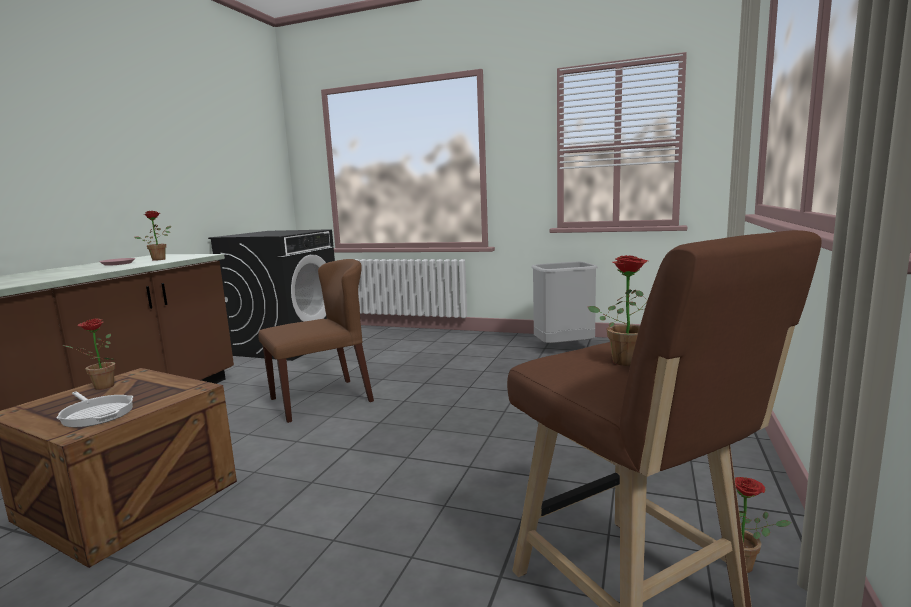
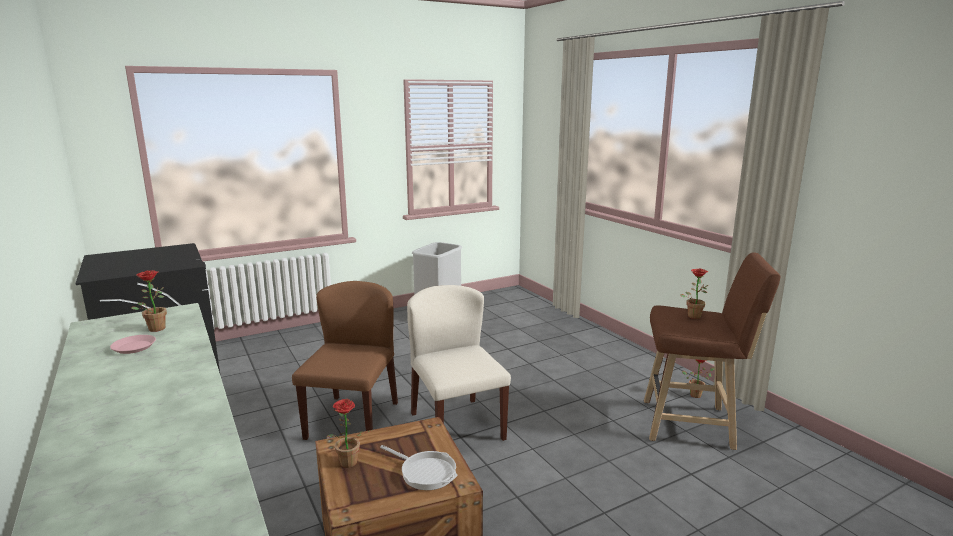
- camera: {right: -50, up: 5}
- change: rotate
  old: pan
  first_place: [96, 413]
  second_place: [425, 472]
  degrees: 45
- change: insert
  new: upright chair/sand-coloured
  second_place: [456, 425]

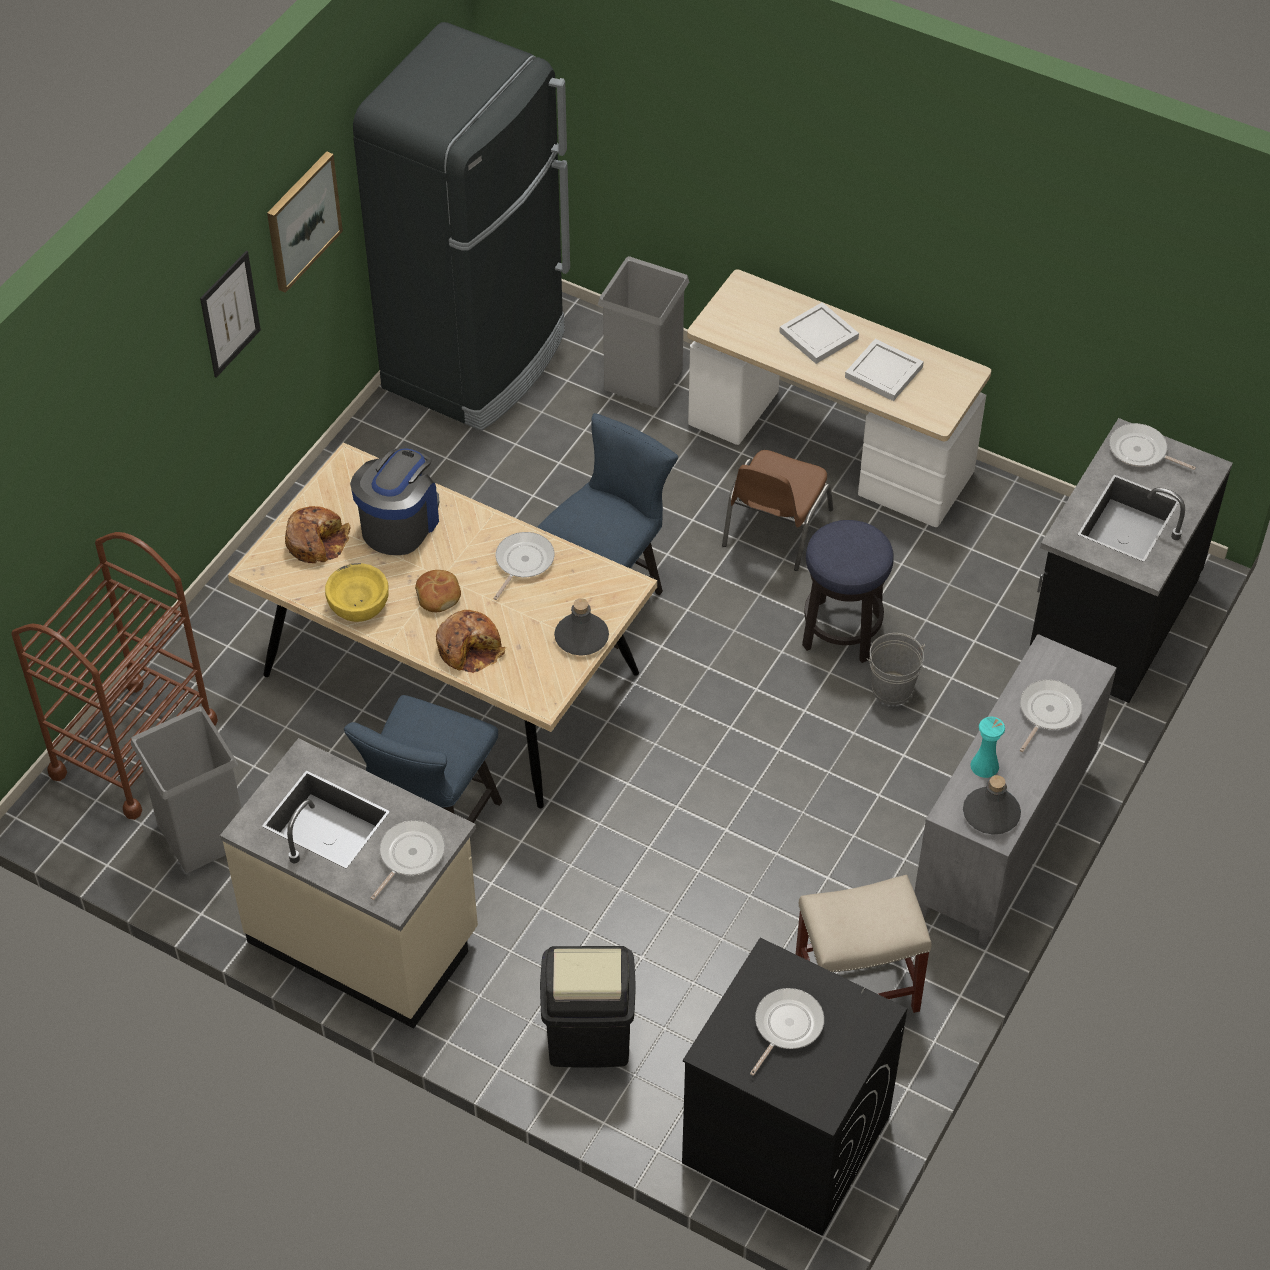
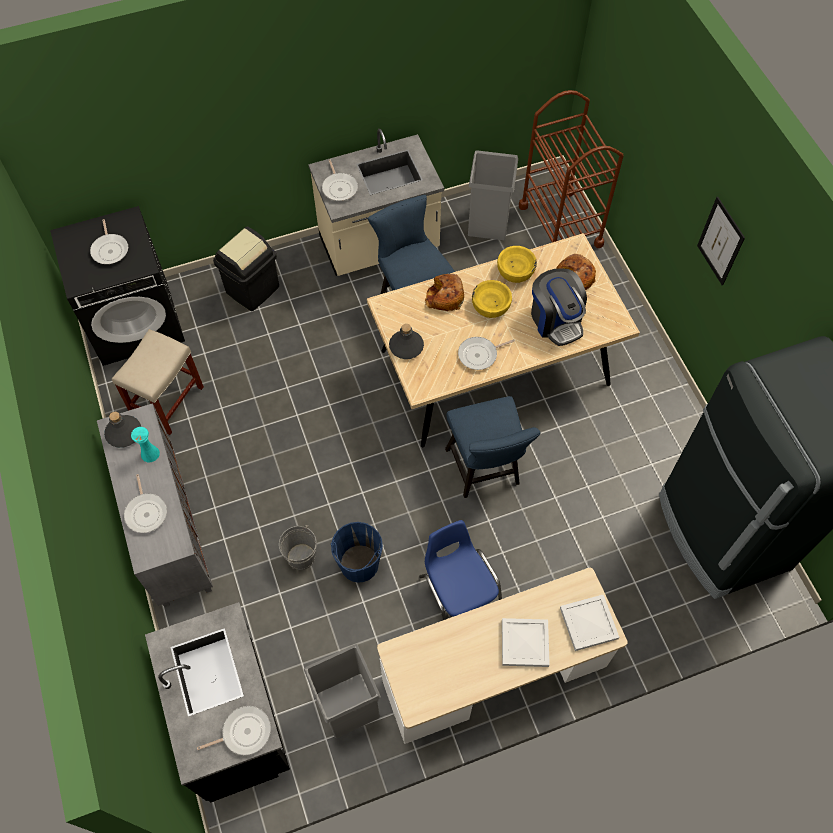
- camera: {right: 130, up: 10}
- change: delete
  old: wall picture
  first_place: [302, 221]
- change: replace
  old: bakery bread
  new: deep dish/yellow-coloured
  first_place: [438, 595]
  second_place: [490, 306]
- change: rotate
  old: pan
  first_place: [522, 562]
  second_place: [480, 355]
  degrees: 90
- change: move
  old: trash can/grey
  first_place: [643, 379]
  second_place: [347, 705]
- change: recolor
  old: upright chair/brownish
  new: upright chair/bluish
  first_place: [775, 529]
  second_place: [459, 590]
- change: replace
  old: stool seat
  new: pail/bluish
  first_place: [842, 631]
  second_place: [359, 564]
- change: move
  old: serving tray/white
  first_place: [884, 373]
  second_place: [587, 622]

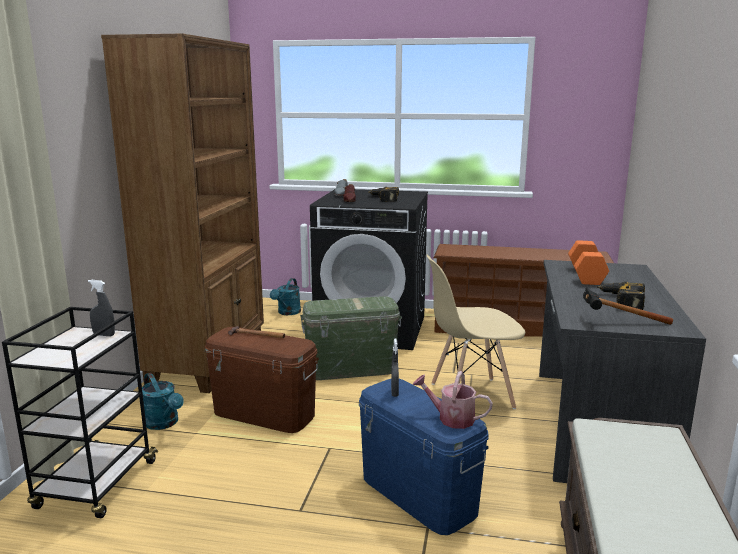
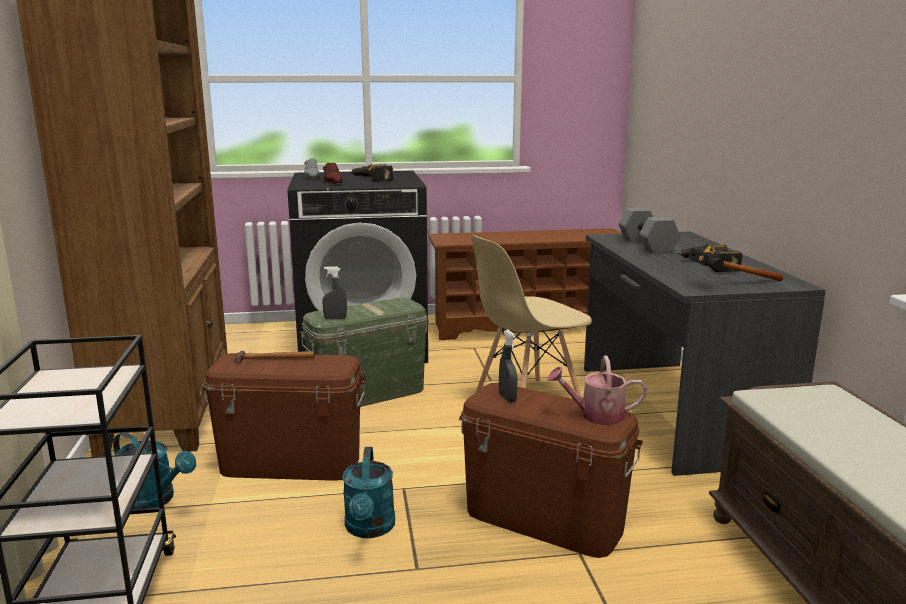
- camera: {right: -20, up: 0}
- change: move
  old: sprayer/grey
  first_place: [104, 335]
  second_place: [335, 318]
- change: move
  old: watering can/turquoise
  first_place: [287, 313]
  second_place: [369, 529]
- change: recolor
  old: storage container/bluish
  new: storage container/brownish
  first_place: [417, 494]
  second_place: [543, 519]
- change: recolor
  old: free weight/orange-coloured
  new: free weight/grey
  first_place: [585, 275]
  second_place: [645, 245]

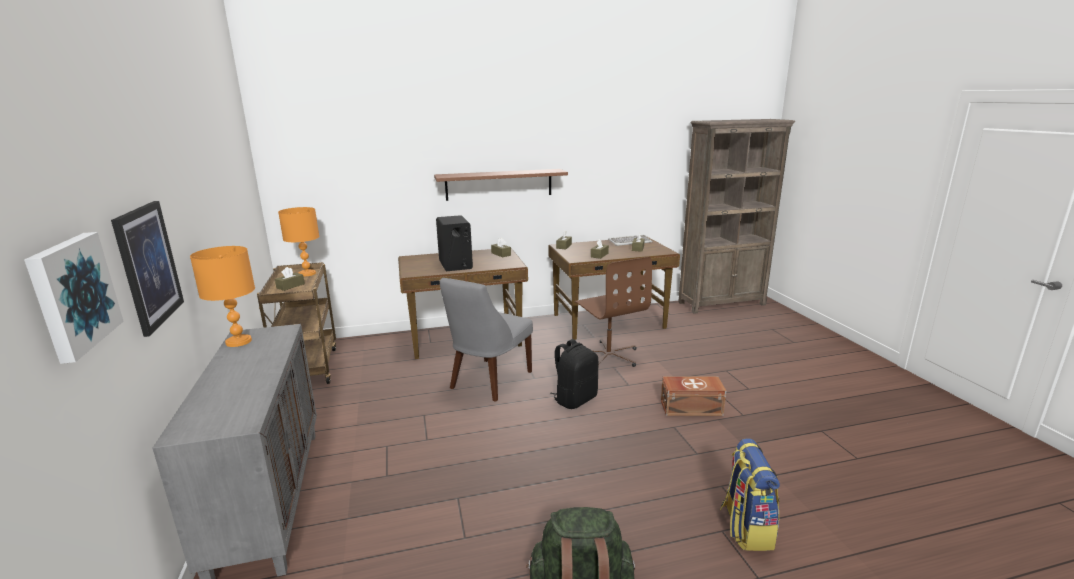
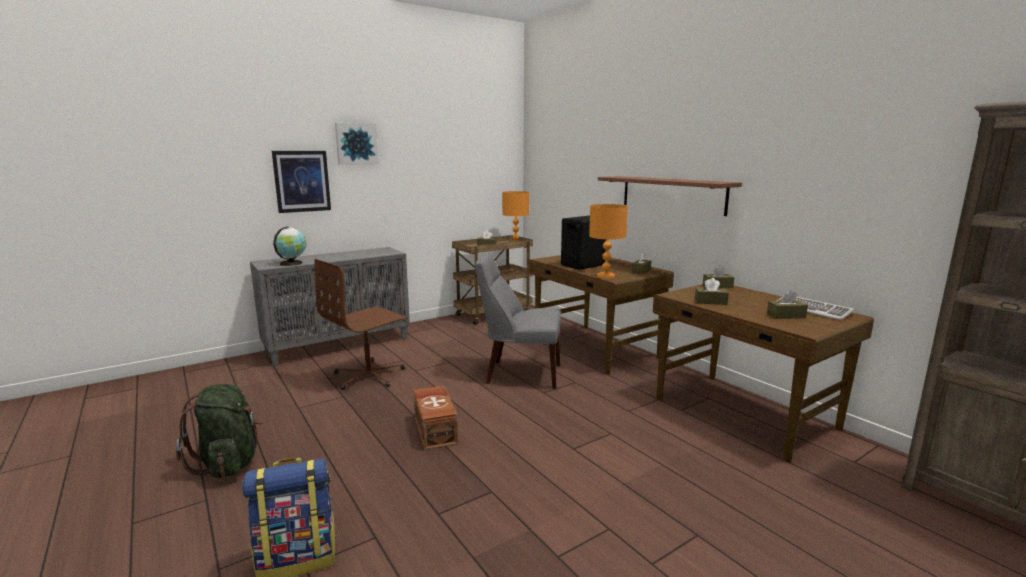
- camera: {right: 70, up: -5}
- change: move
  old: wall picture
  first_place: [72, 294]
  second_place: [356, 144]
- change: move
  old: tabletop lamp/orange-coloured
  first_place: [238, 342]
  second_place: [605, 276]
- change: delete
  old: backpack/blackish
  first_place: [575, 399]
- change: move
  old: computer chair/brownish
  first_place: [608, 355]
  second_place: [369, 376]
- change: move
  old: storage container/brownish
  first_place: [690, 407]
  second_place: [436, 429]
- change: insert
  new: globe
  second_place: [292, 263]

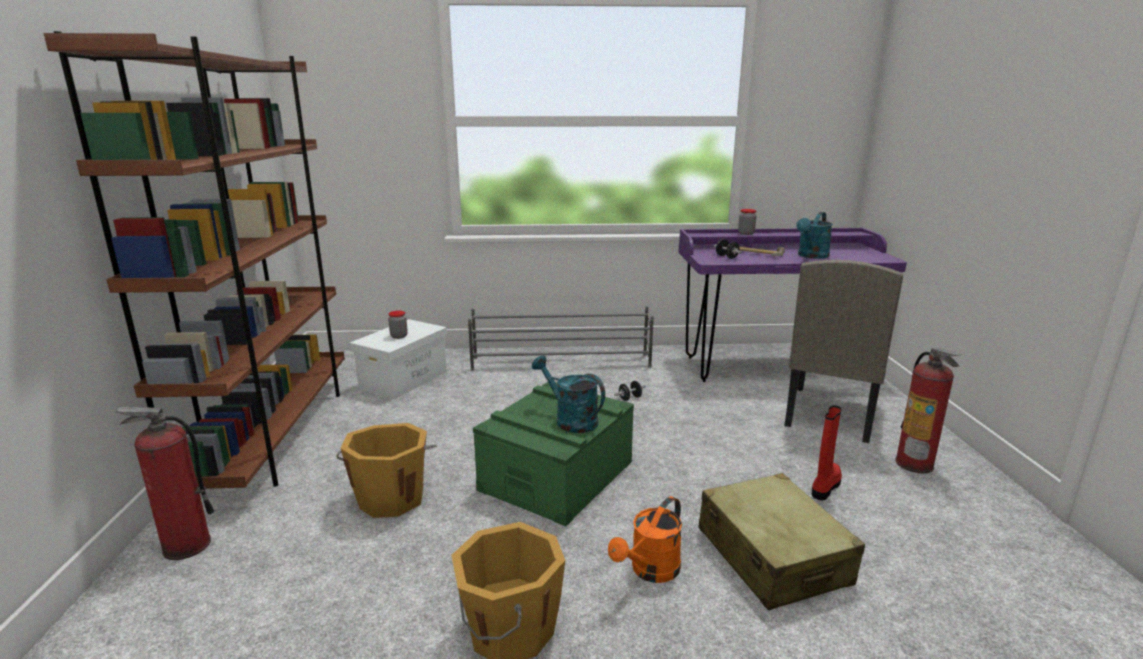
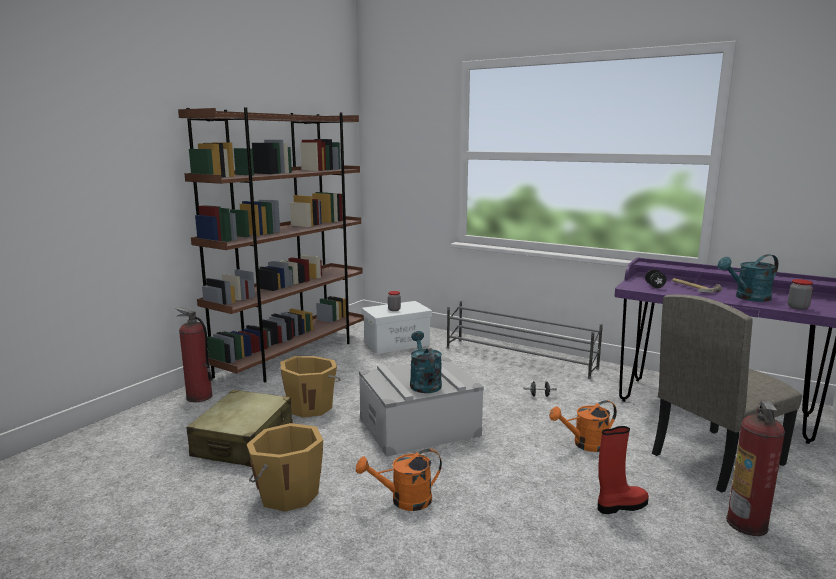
- camera: {right: 35, up: -5}
- change: recolor
  old: storage container/green-coloured
  new: storage container/grey
  first_place: [557, 476]
  second_place: [419, 427]
- change: move
  old: suitcase/sand-coloured
  first_place: [772, 556]
  second_place: [244, 441]
- change: move
  old: preserve jar
  first_place: [746, 233]
  second_place: [798, 307]
- change: insert
  new: watering can/orange-coloured
  second_place: [585, 445]

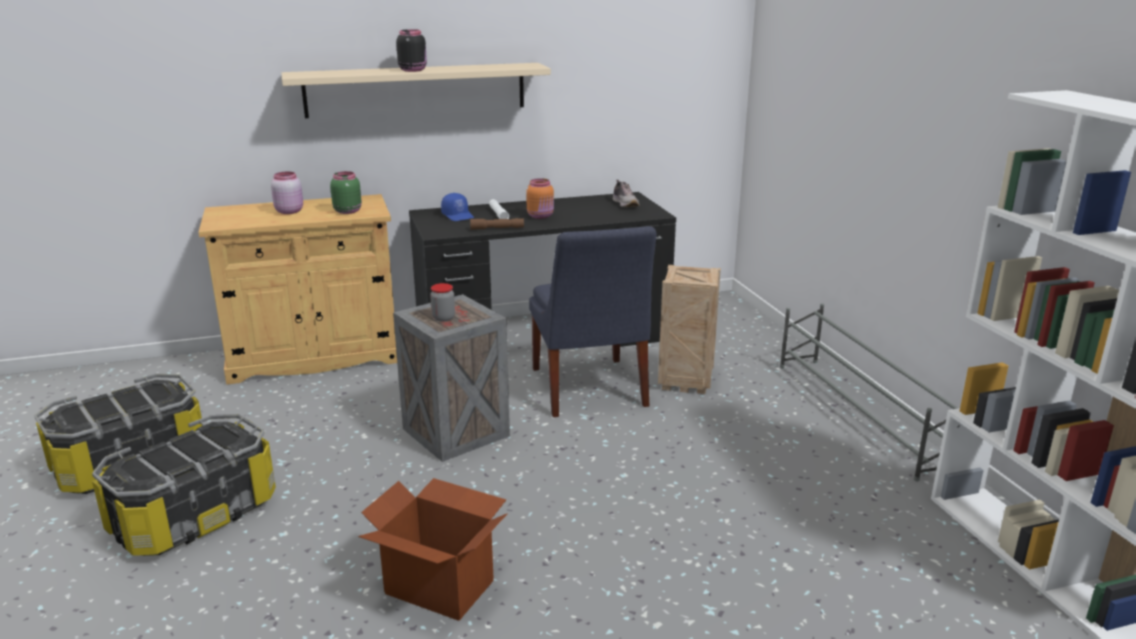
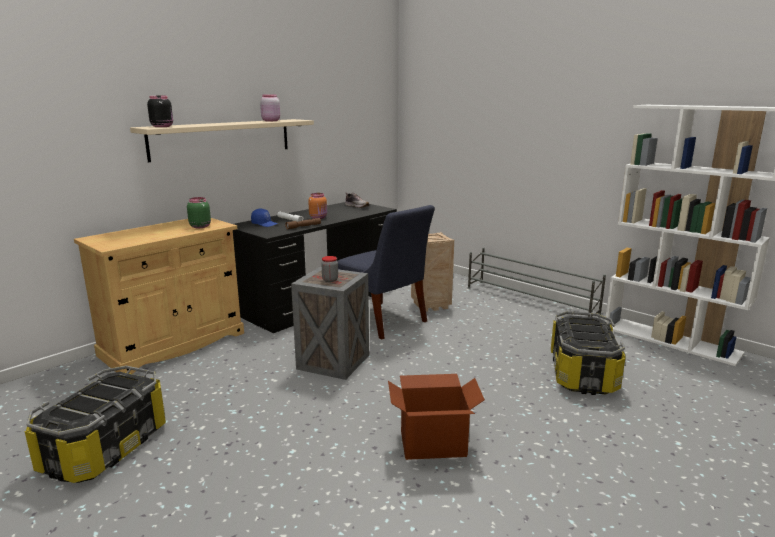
- camera: {right: -30, up: -5}
- change: move
  old: storage container
  first_place: [194, 516]
  second_place: [581, 373]
- change: move
  old: preserve jar/pink-coloured
  first_place: [289, 211]
  second_place: [270, 121]
- change: move
  old: preserve jar/blackish
  first_place: [413, 70]
  second_place: [162, 126]

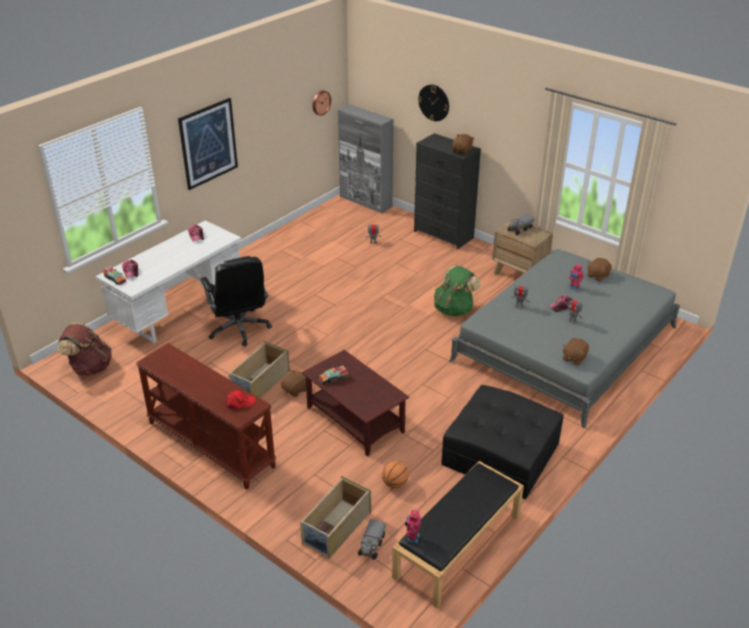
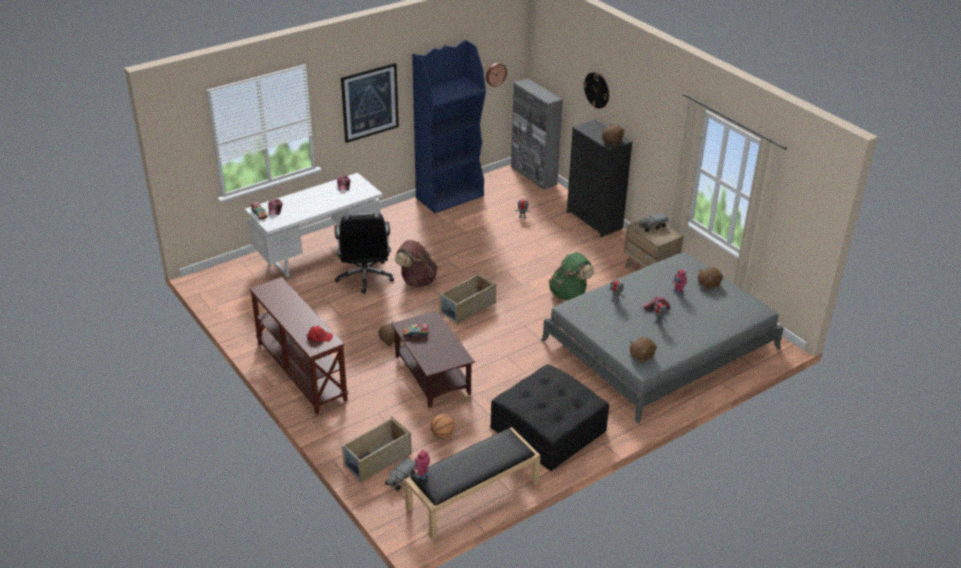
- camera: {right: 15, up: 0}
- change: move
  old: backpack/brownish
  first_place: [90, 367]
  second_place: [417, 280]
- change: move
  old: storage container/sand-coloured
  first_place: [260, 383]
  second_place: [467, 308]
- change: insert
  new: bookshelf/bluish
  second_place: [450, 196]

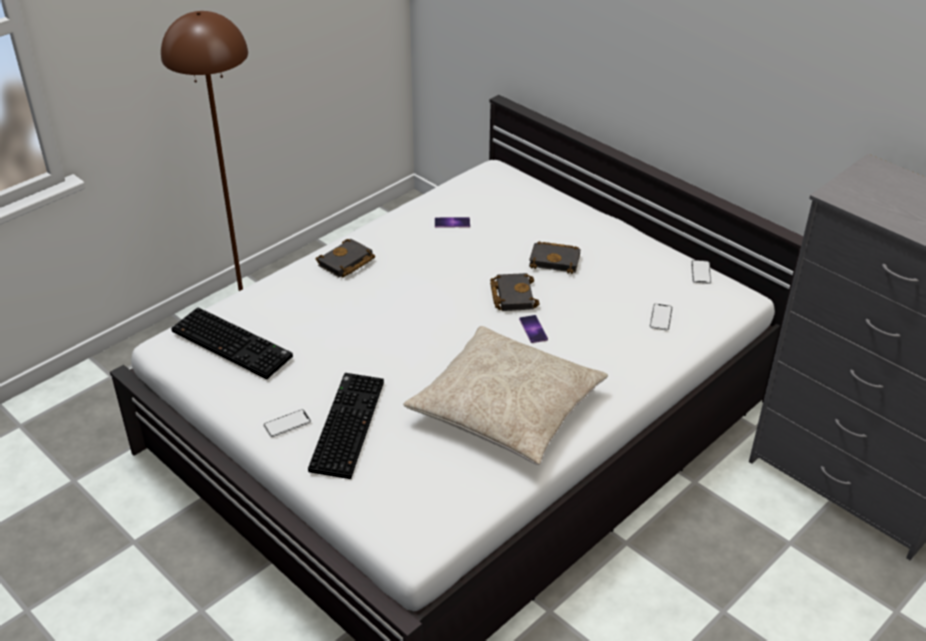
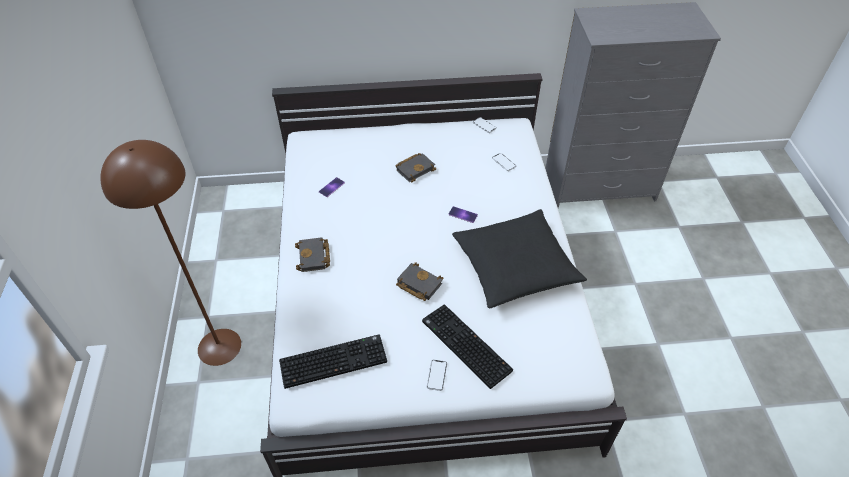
- camera: {right: -50, up: 10}
- change: recolor
  old: throw pillow/sand-coloured
  new: throw pillow/blackish
  first_place: [506, 407]
  second_place: [515, 266]
- change: move
  old: book/blackish
  first_place: [512, 295]
  second_place: [417, 284]

